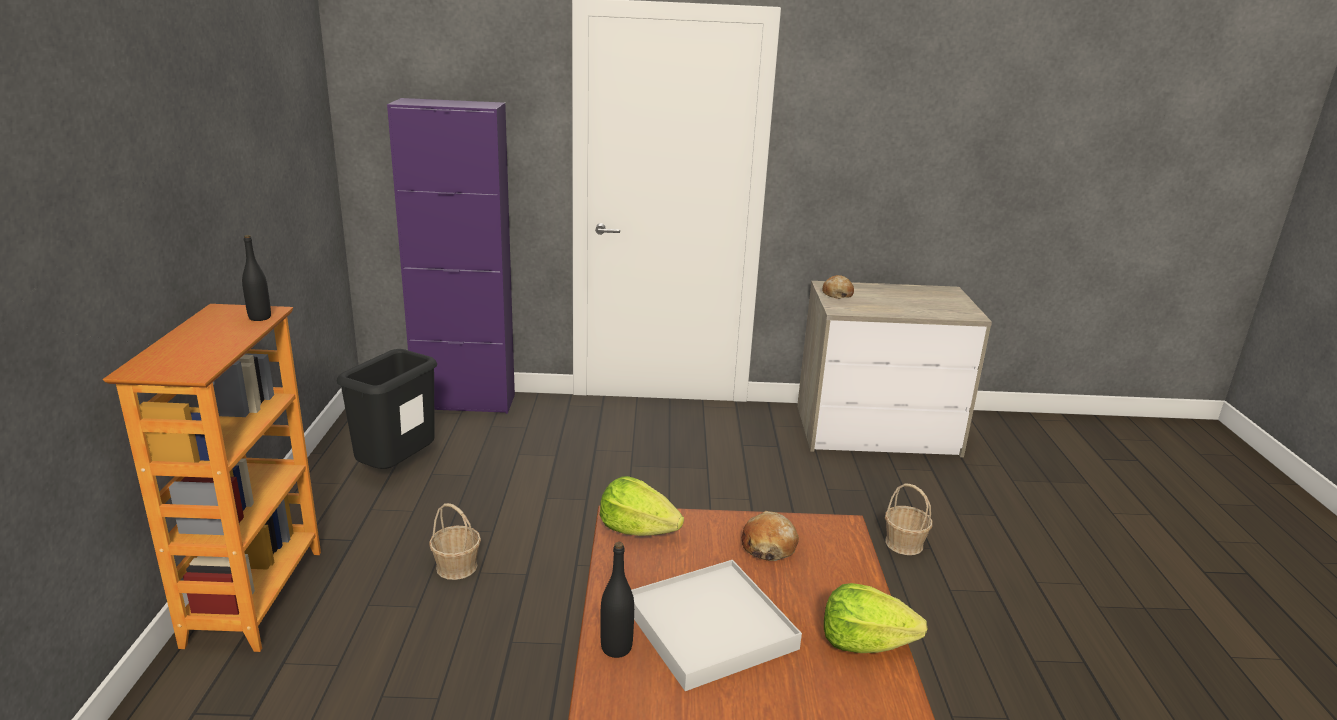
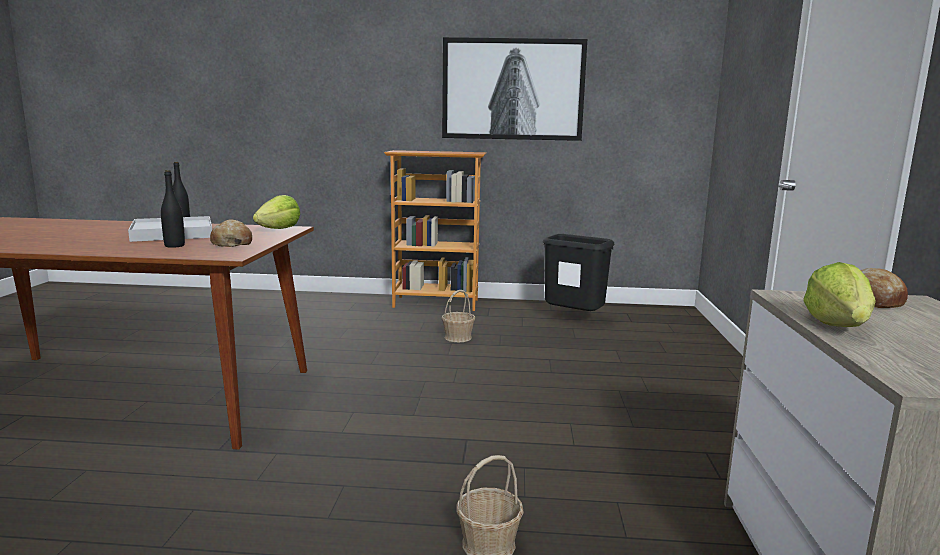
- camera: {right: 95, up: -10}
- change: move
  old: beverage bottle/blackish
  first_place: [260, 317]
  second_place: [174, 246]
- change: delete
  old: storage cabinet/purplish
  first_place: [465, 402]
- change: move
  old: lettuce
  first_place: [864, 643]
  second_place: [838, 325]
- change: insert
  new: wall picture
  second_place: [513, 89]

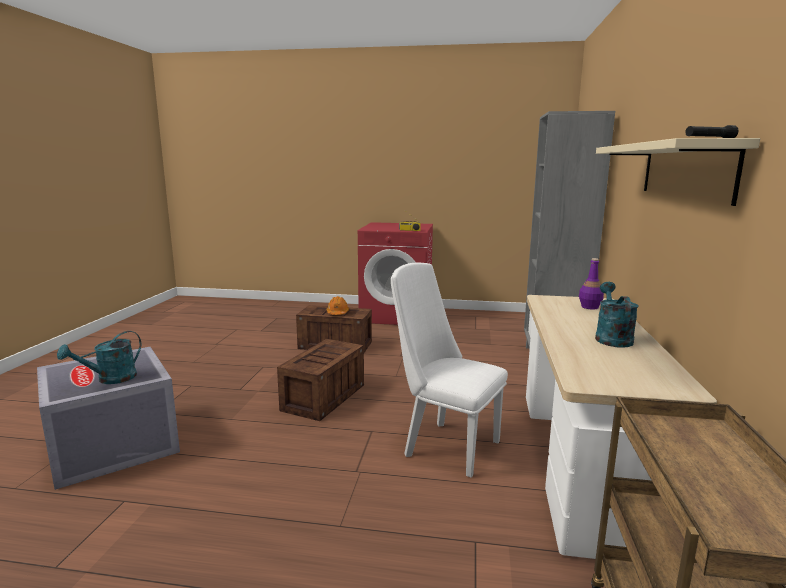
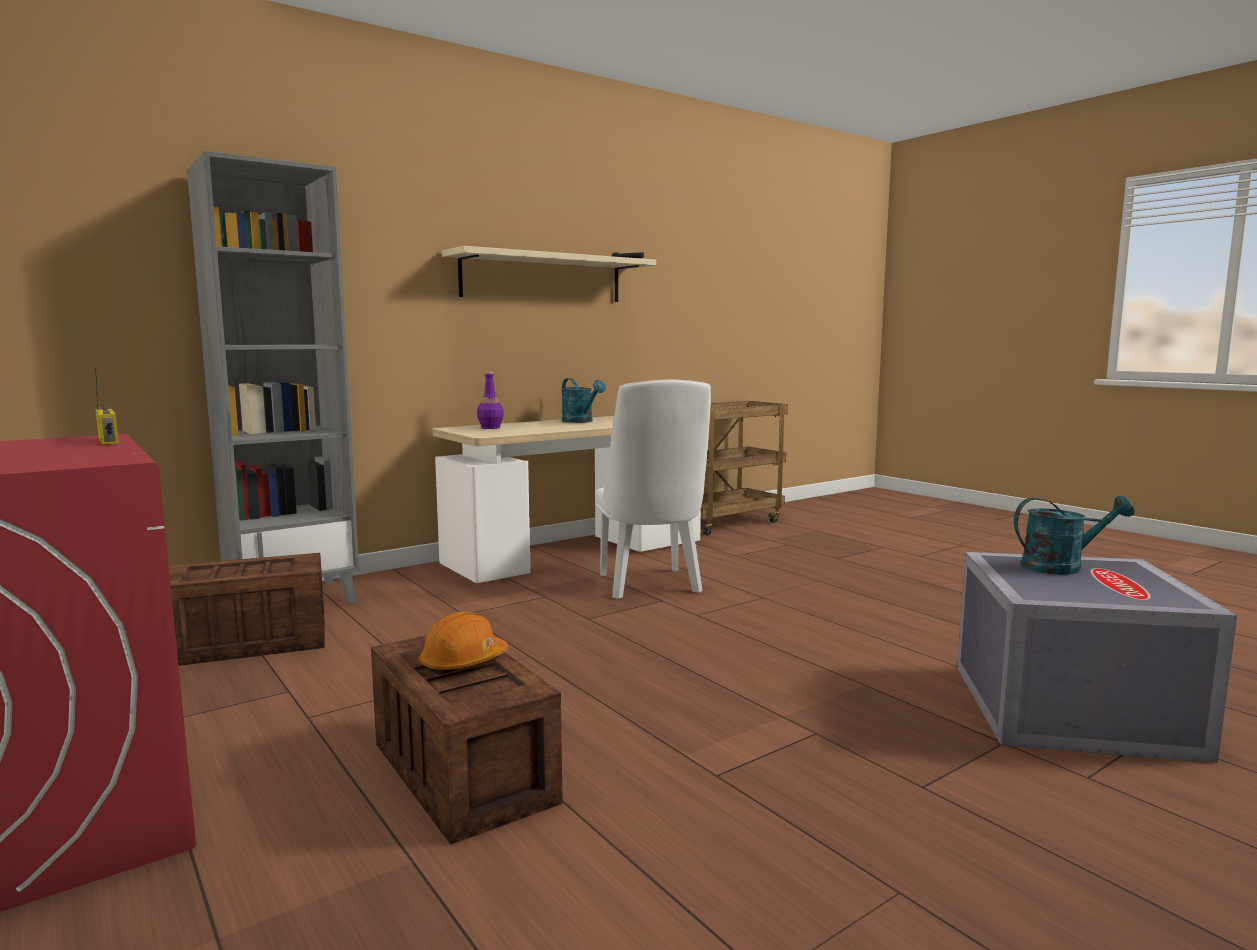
- camera: {right: -135, up: -5}
- change: move
  old: packing crate
  first_place: [324, 396]
  second_place: [243, 644]
- change: rotate
  old: watering can/turquoise
  first_place: [611, 338]
  second_place: [581, 421]
  degrees: -90

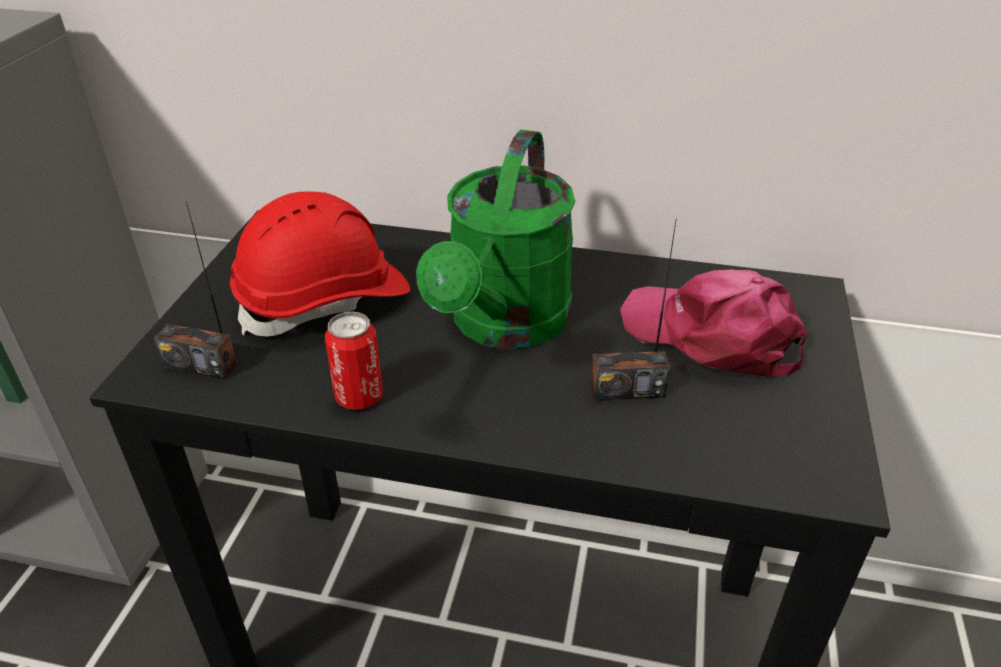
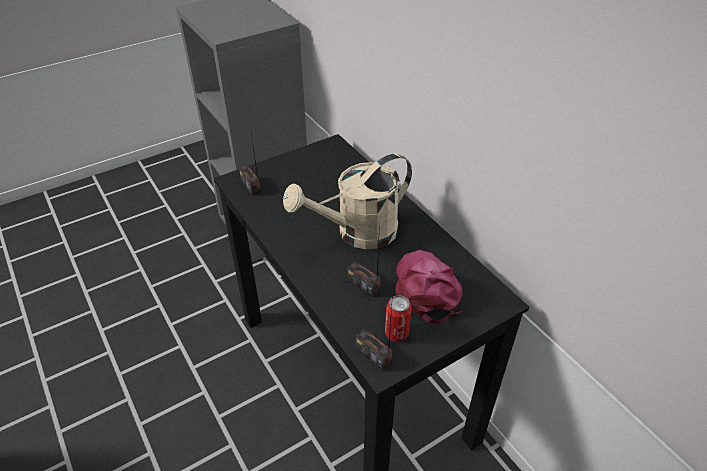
- camera: {right: 45, up: 5}
- change: delete
  old: work helmet/red
  first_place: [325, 301]
- change: move
  old: metal can
  first_place: [359, 397]
  second_place: [396, 333]
- change: recolor
  old: watering can/green-coloured
  new: watering can/sand-coloured
  first_place: [504, 326]
  second_place: [357, 233]
- change: insert
  new: radio
  second_place: [373, 355]

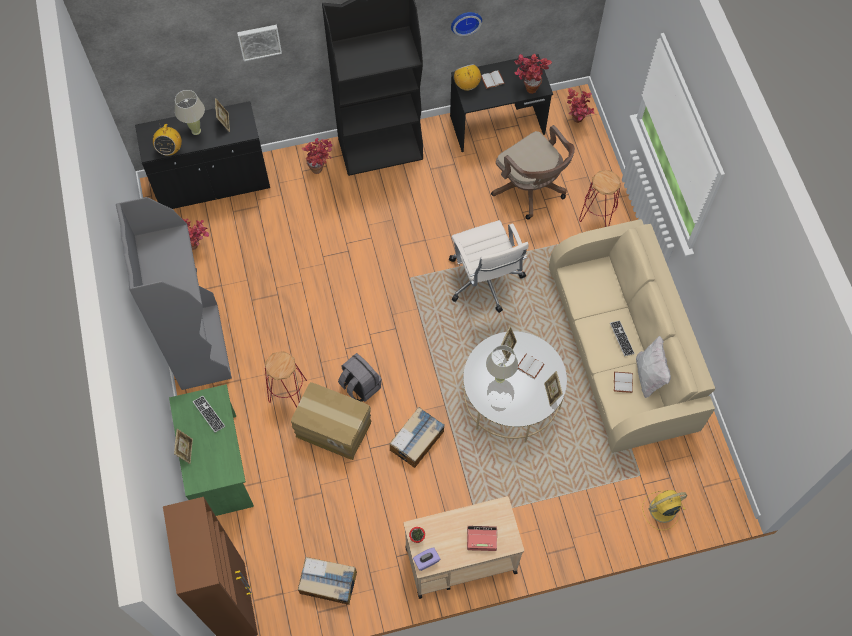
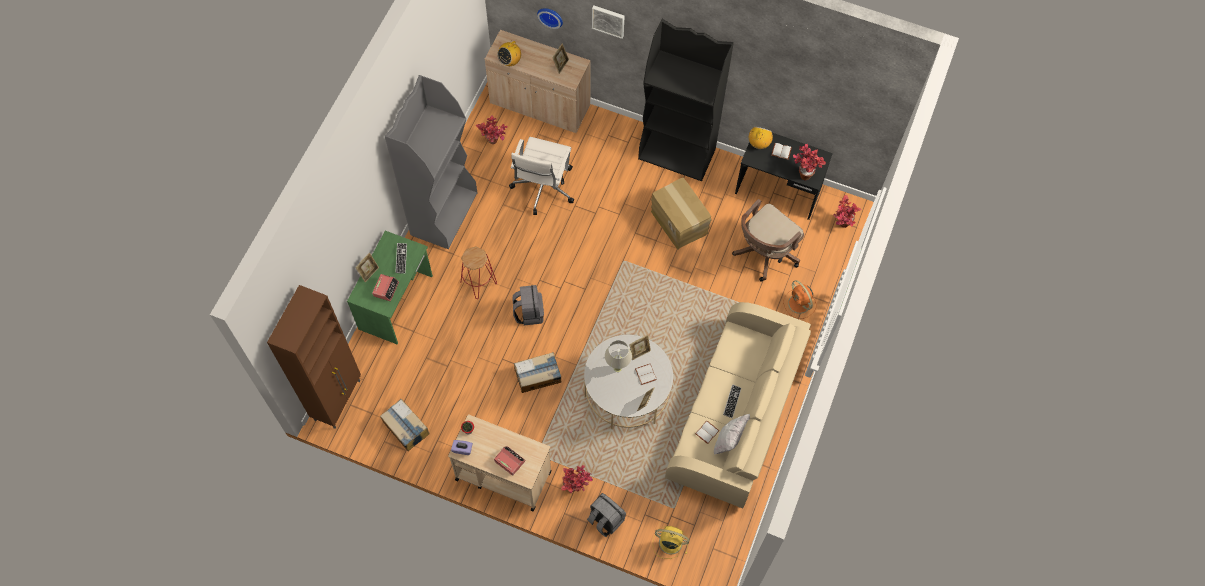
- camera: {right: 35, up: 0}
- change: recolor
  old: storage cabinet/blackish
  new: storage cabinet/sand-coloured
  first_place: [213, 183]
  second_place: [540, 105]
- change: delete
  old: tabletop lamp/sand-coloured
  first_place: [196, 131]
- change: move
  old: carton
  first_place: [334, 428]
  second_place: [680, 222]
- change: move
  old: plant in a pot
  first_place: [320, 168]
  second_place: [576, 488]
- change: move
  old: computer chair/white
  first_place: [485, 281]
  second_place: [543, 188]
- change: move
  old: wall clock
  first_place: [465, 21]
  second_place: [551, 16]
- change: rotate
  old: computer chair/brownish
  first_place: [531, 190]
  second_place: [764, 254]
  degrees: 45
- change: replace
  old: stool seat/red
  new: fan/orange-coloured
  first_place: [598, 214]
  second_place: [799, 304]
- change: insert
  new: table clock
  second_place: [386, 289]
- change: insert
  new: backpack/grey
  second_place: [605, 520]

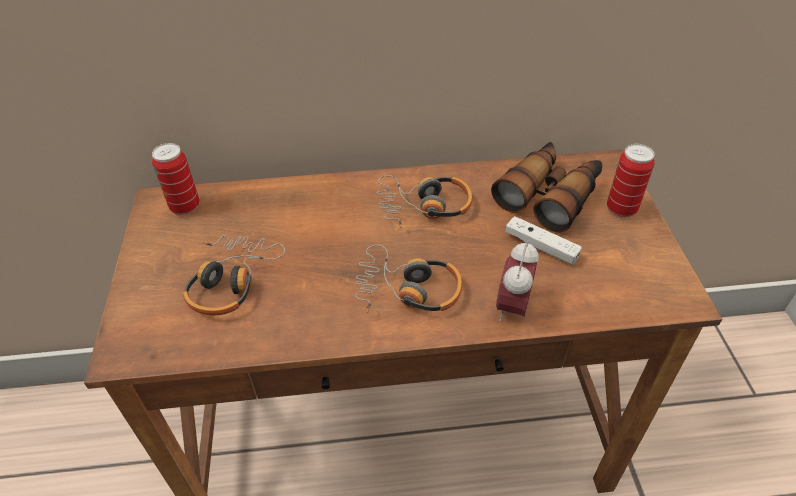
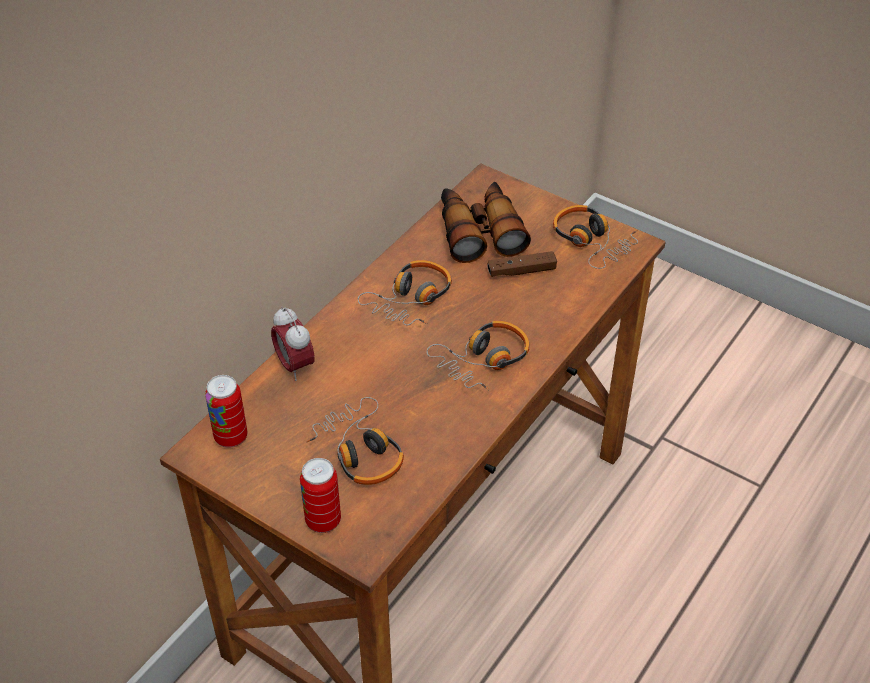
- camera: {right: -50, up: 0}
- change: move
  old: table clock
  first_place: [513, 307]
  second_place: [295, 366]
- change: recolor
  old: joypad/white
  new: joypad/brownish
  first_place: [541, 246]
  second_place: [521, 271]
- change: move
  old: metal can
  first_place: [621, 209]
  second_place: [323, 521]
- change: insert
  new: pair of headphones
  second_place: [592, 242]

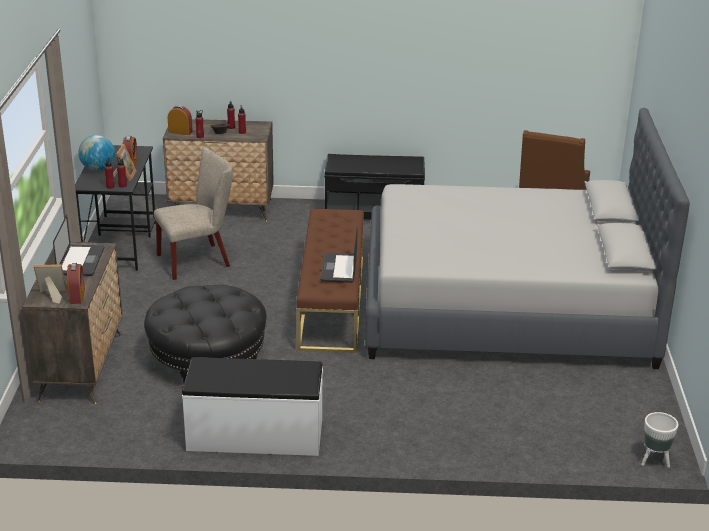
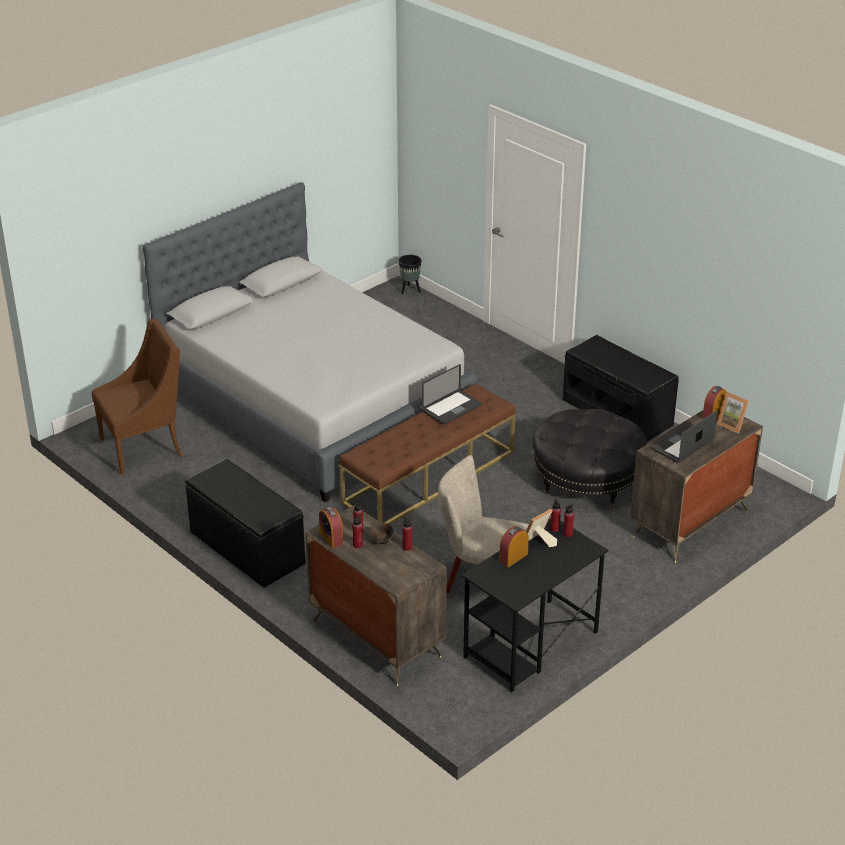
- camera: {right: -135, up: 5}
- change: delete
  old: globe
  first_place: [98, 169]
- change: move
  old: table clock
  first_place: [180, 132]
  second_place: [331, 538]
- change: recolor
  old: long seat/white
  new: long seat/blackish
  first_place: [255, 435]
  second_place: [617, 412]
- change: recolor
  old: flower pot/white
  new: flower pot/blackish
  first_place: [654, 461]
  second_place: [410, 290]

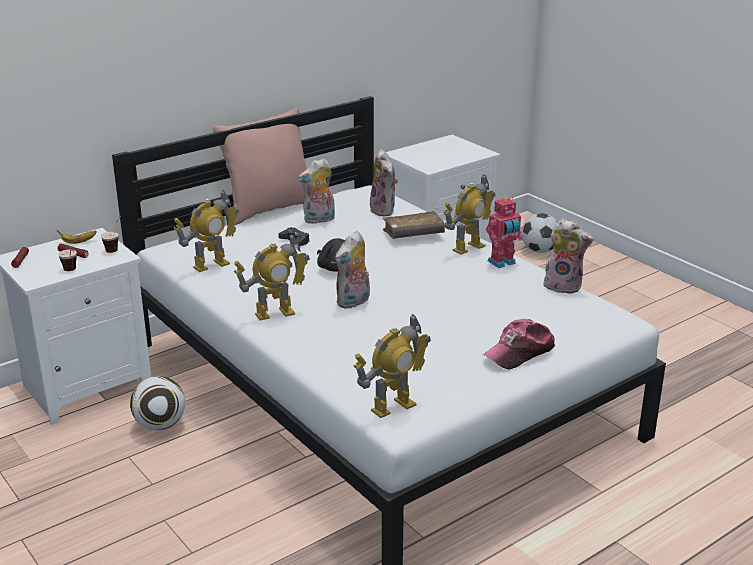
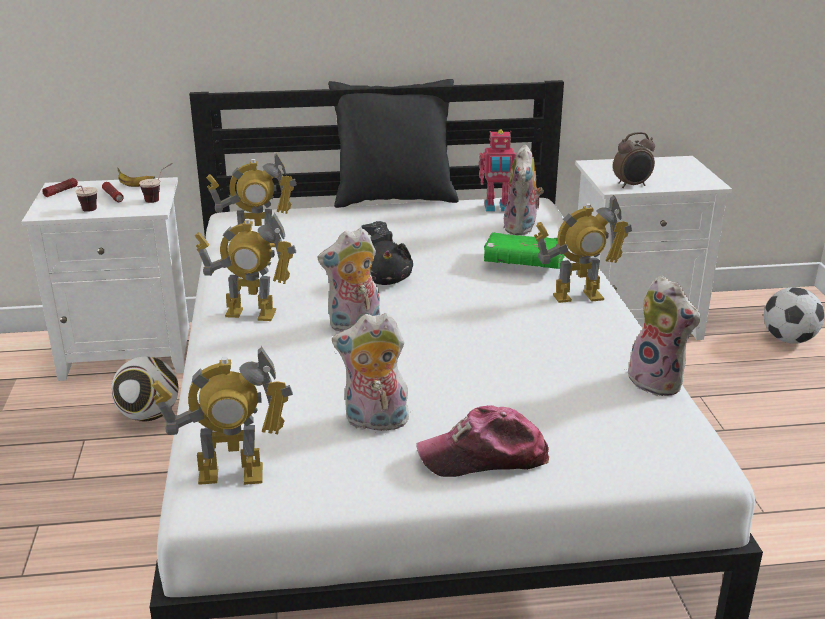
- camera: {right: 30, up: 0}
- change: recolor
  old: throw pillow/pink-coloured
  new: throw pillow/blackish
  first_place: [269, 209]
  second_place: [394, 199]
- change: move
  old: plush toy
  first_place: [319, 220]
  second_place: [374, 422]
- change: recolor
  old: book/brownish
  new: book/green-coloured
  first_place: [413, 233]
  second_place: [523, 262]
- change: move
  old: robot figure
  first_place: [502, 263]
  second_place: [497, 208]
- change: insert
  new: table clock
  second_place: [632, 185]

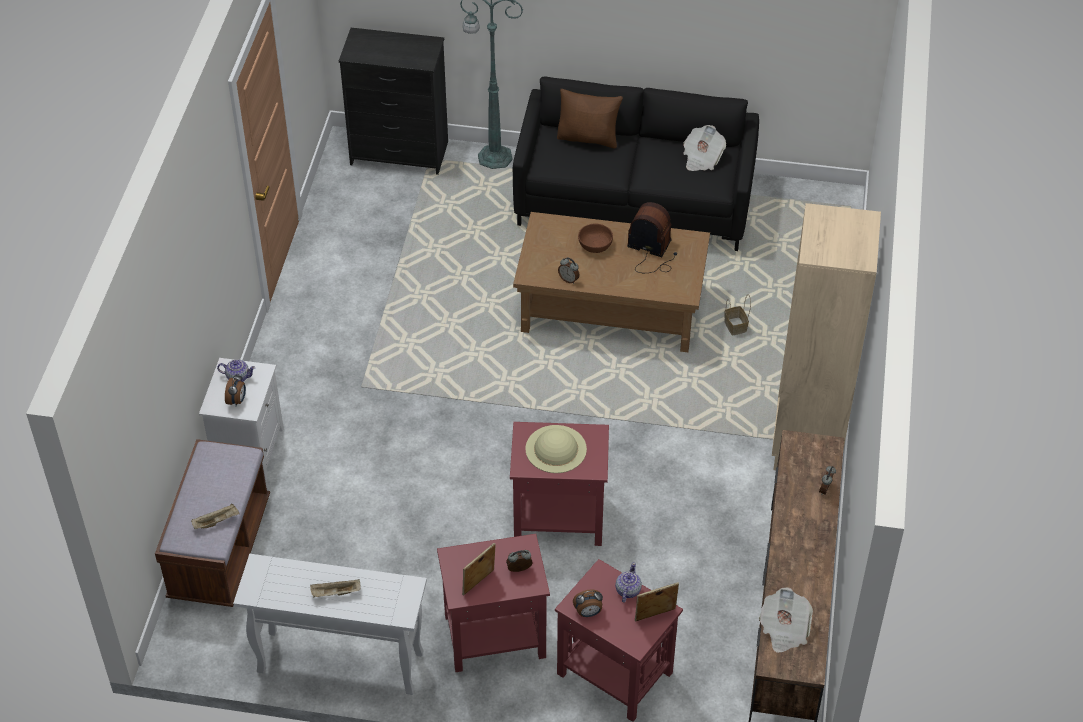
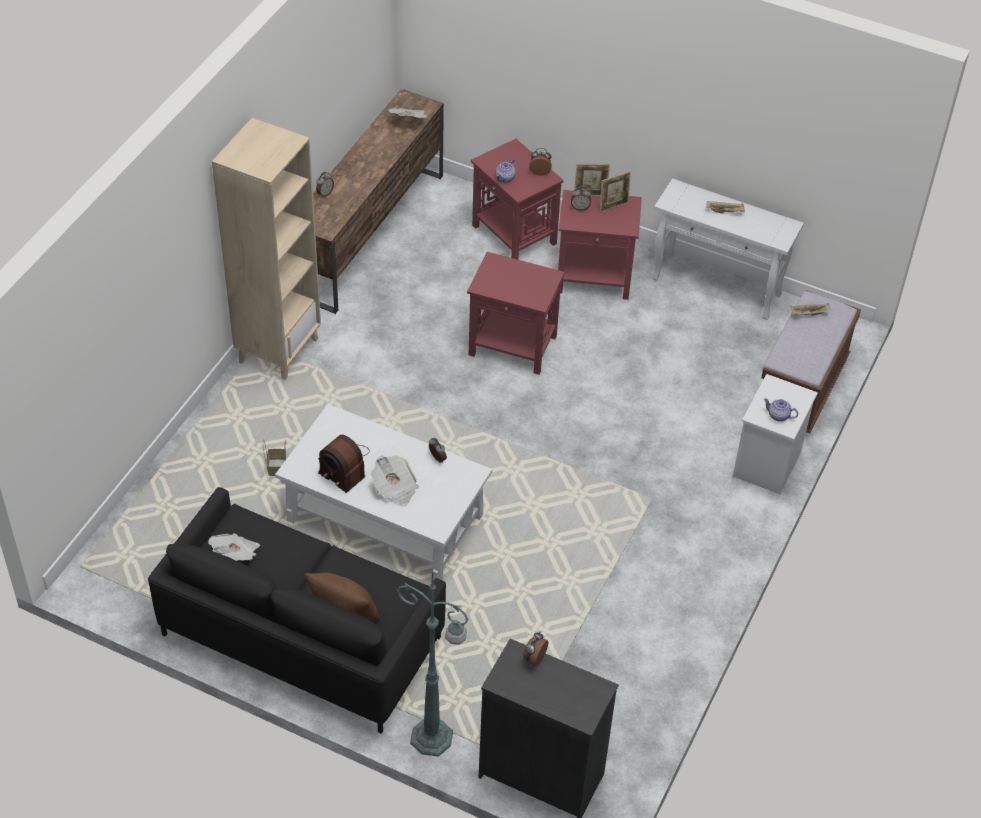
- camera: {right: -165, up: 0}
- change: move
  old: table clock
  first_place: [237, 400]
  second_place: [534, 658]
- change: recolor
  old: lounge table/brownish
  new: lounge table/white
  first_place: [611, 307]
  second_place: [384, 518]
- change: delete
  old: hat/sand-coloured
  first_place: [555, 449]
- change: replace
  old: deep dish/brownish
  new: daily paper
  first_place: [595, 245]
  second_place: [395, 488]
- change: move
  old: photo frame
  first_place: [655, 616]
  second_place: [590, 194]

